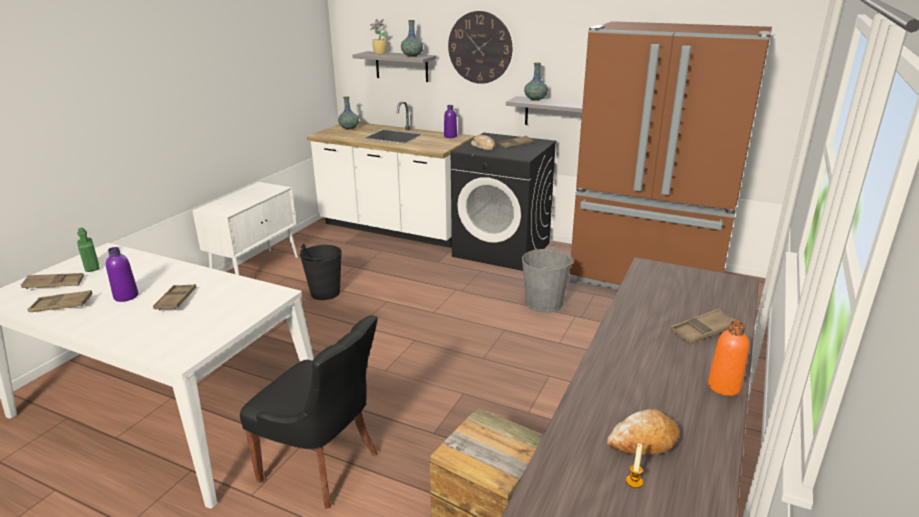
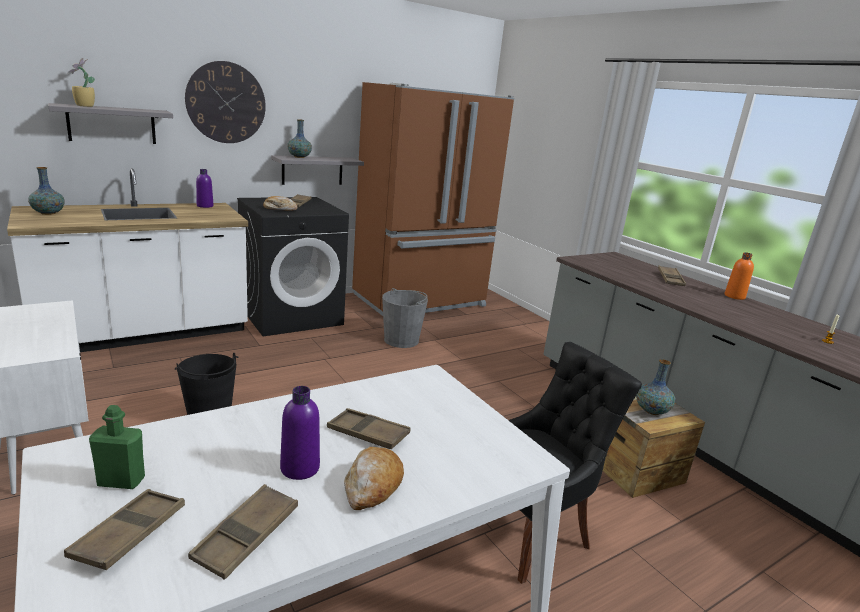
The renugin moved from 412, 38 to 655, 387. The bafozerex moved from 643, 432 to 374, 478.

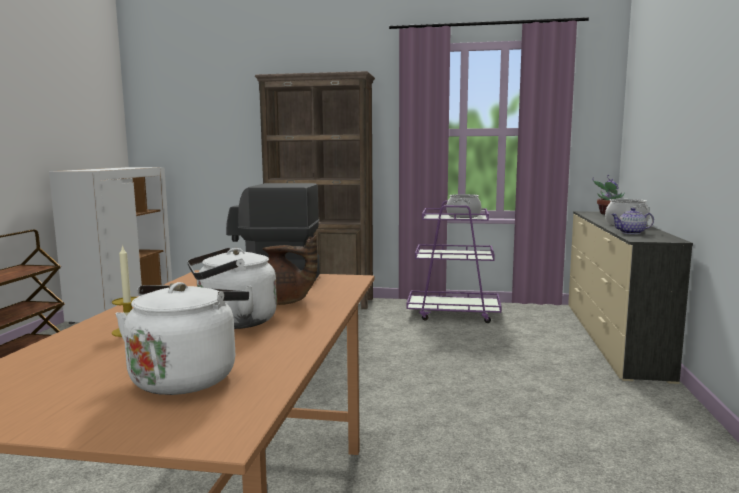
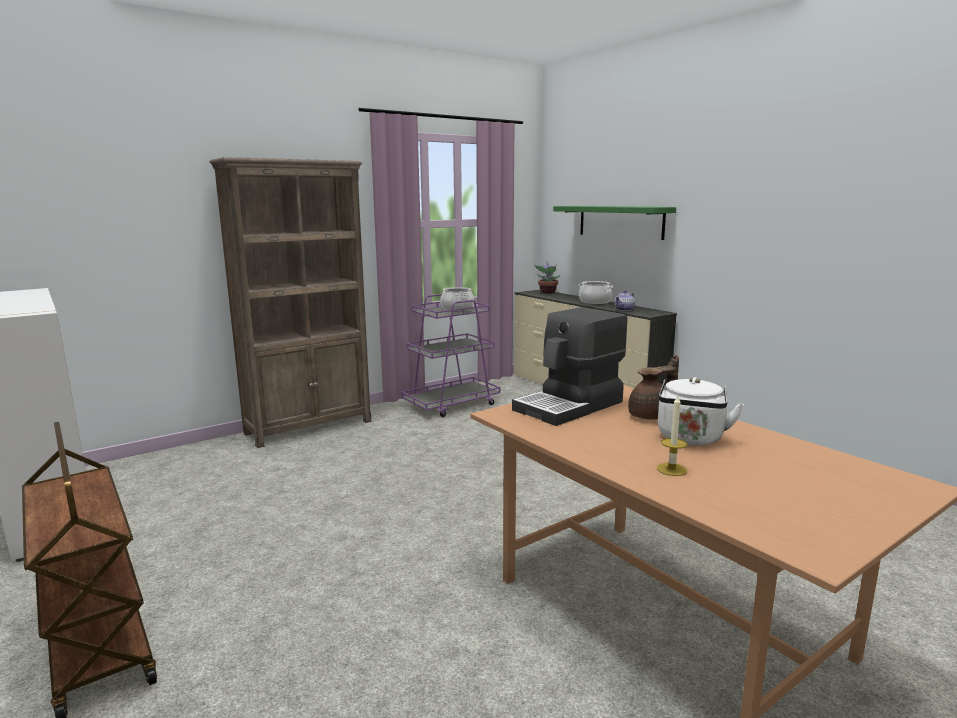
The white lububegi at 182, 338 disappeared. The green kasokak at 614, 223 appeared.

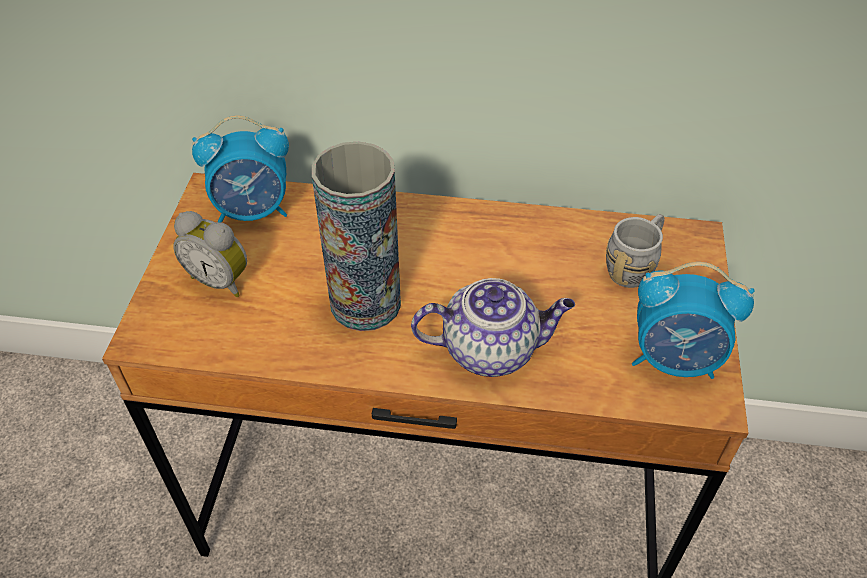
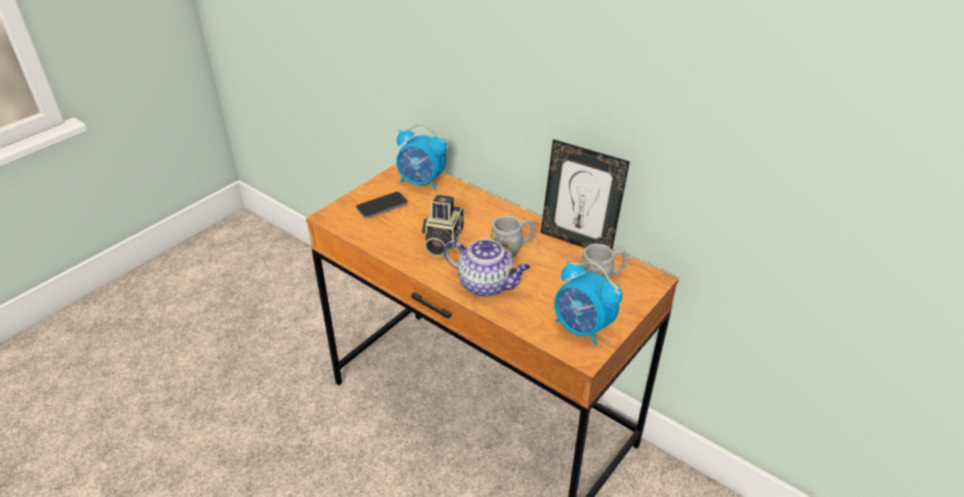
The renugin at 356, 236 was replaced by the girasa at 443, 226. The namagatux at 210, 254 was replaced by the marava at 382, 205. The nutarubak at 585, 194 appeared. The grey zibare at 512, 237 appeared.

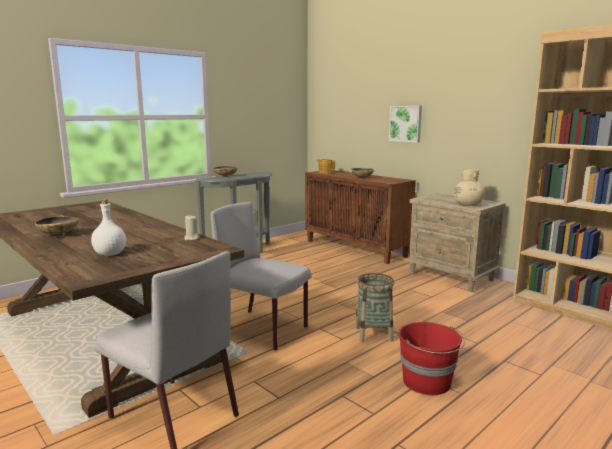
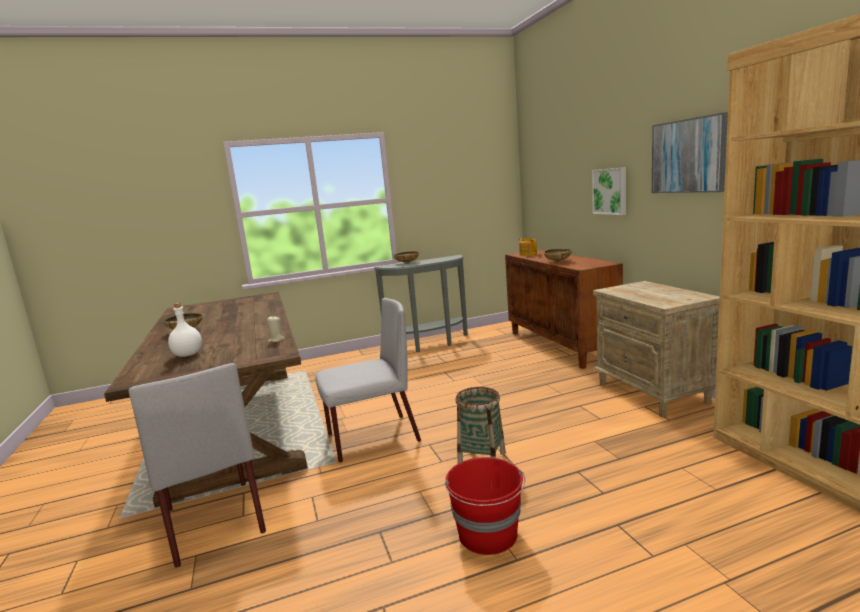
The beige renugin at 469, 187 disappeared. The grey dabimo at 261, 276 turned 105 degrees clockwise. The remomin at 690, 152 appeared.

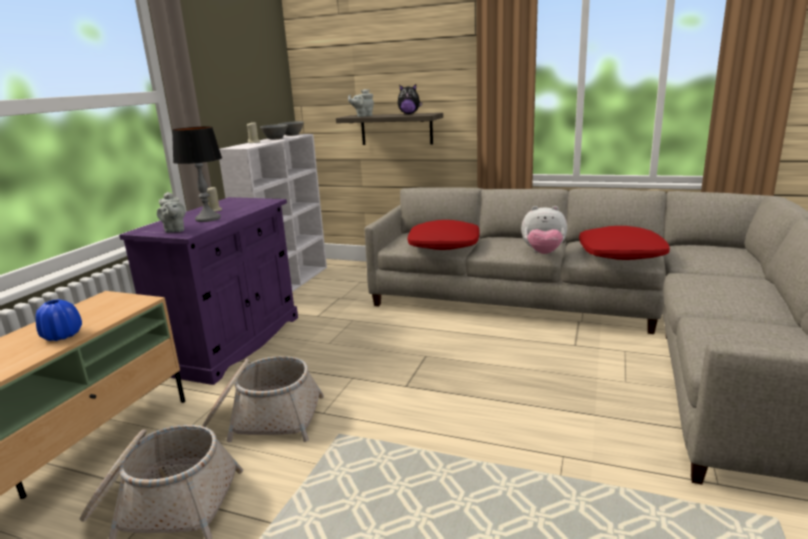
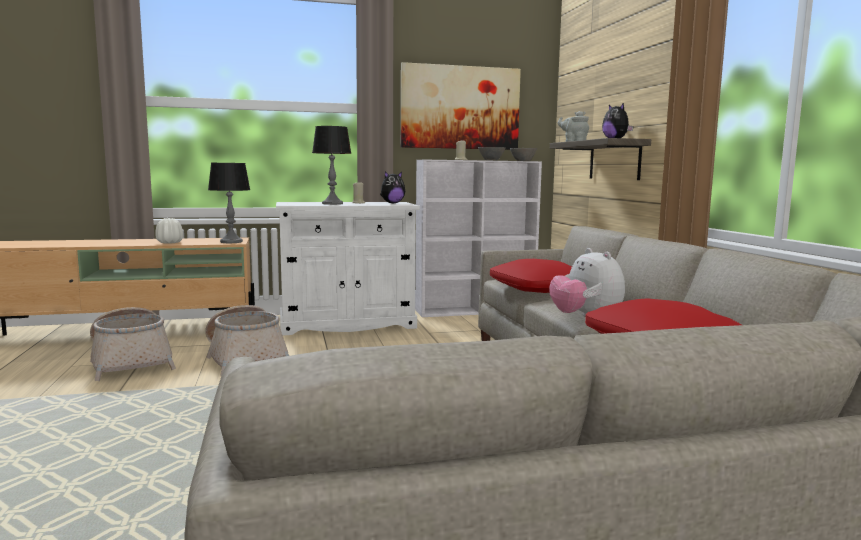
The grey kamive at 171, 212 disappeared. The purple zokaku at 208, 291 became the white zokaku at 348, 268. The blue renugin at 59, 320 became the white renugin at 169, 231. The remomin at 461, 106 appeared. The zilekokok at 229, 203 appeared. The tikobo at 392, 188 appeared.

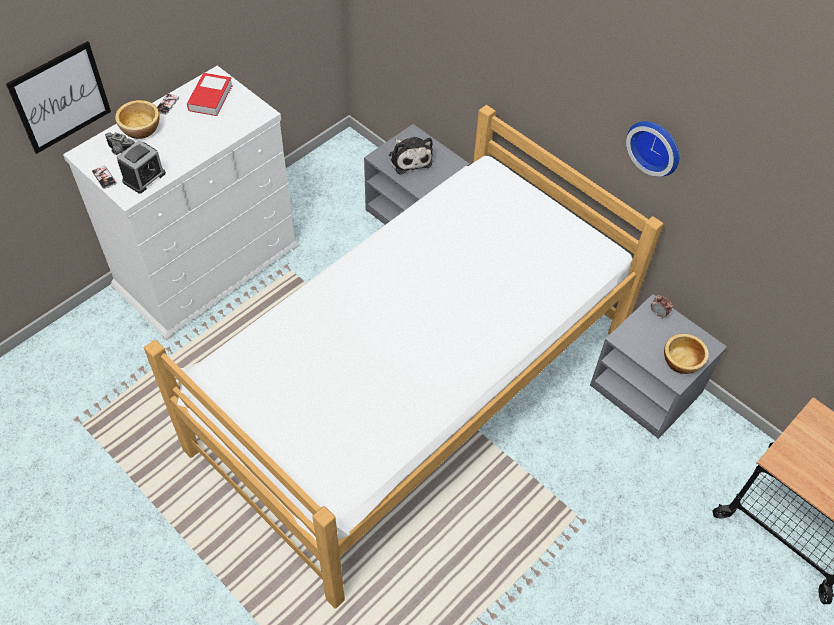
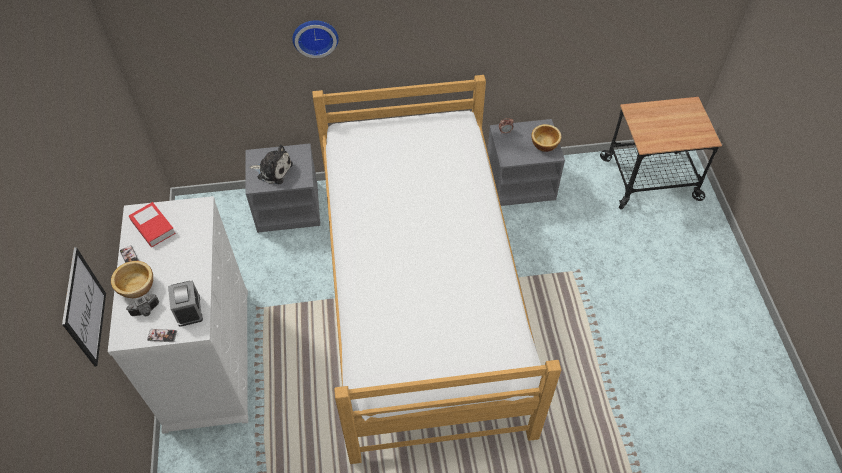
The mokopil moved from 652, 149 to 315, 39.

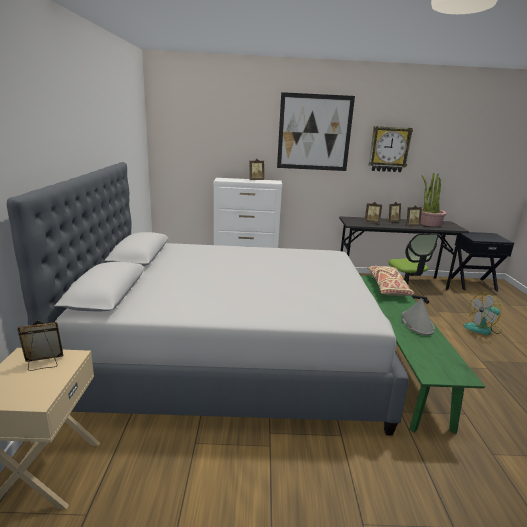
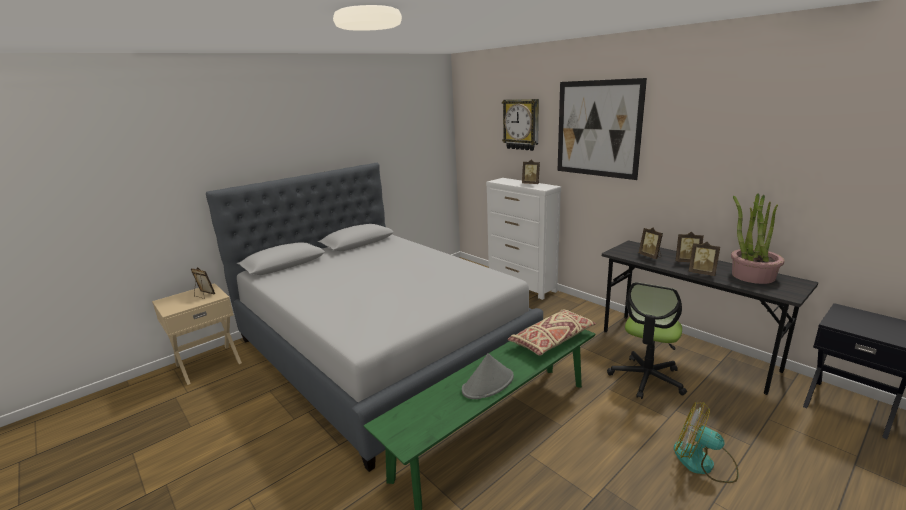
The mokopil moved from 391, 149 to 520, 125.

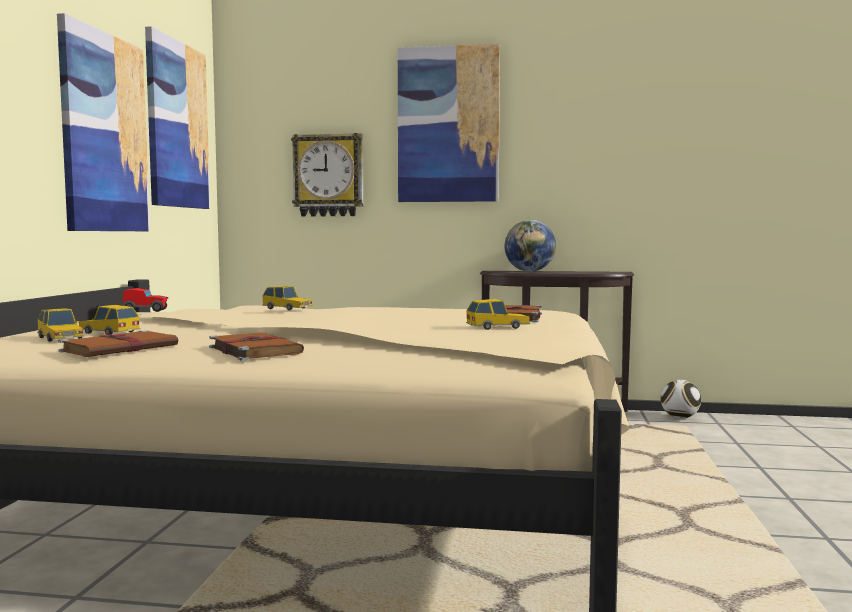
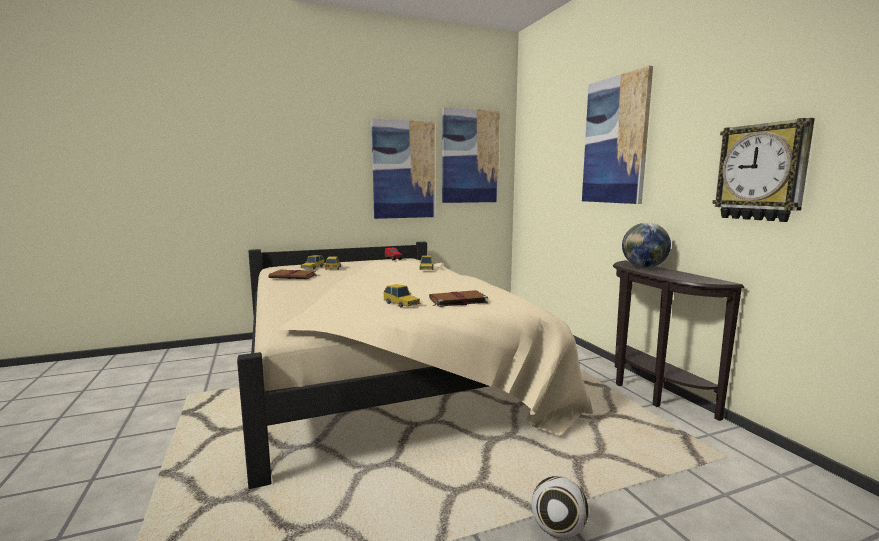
The mokopil moved from 327, 175 to 763, 170. The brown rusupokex at 256, 347 disappeared. The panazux moved from 681, 399 to 559, 507.

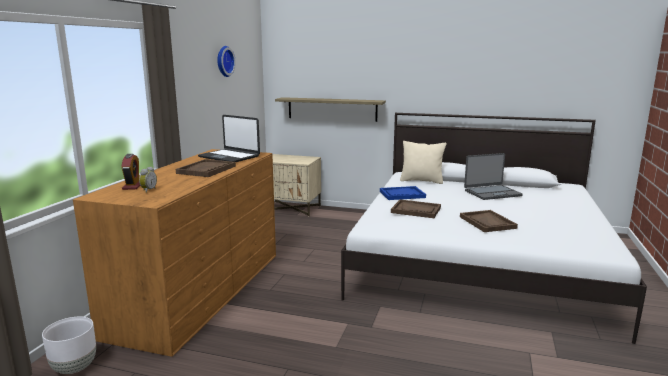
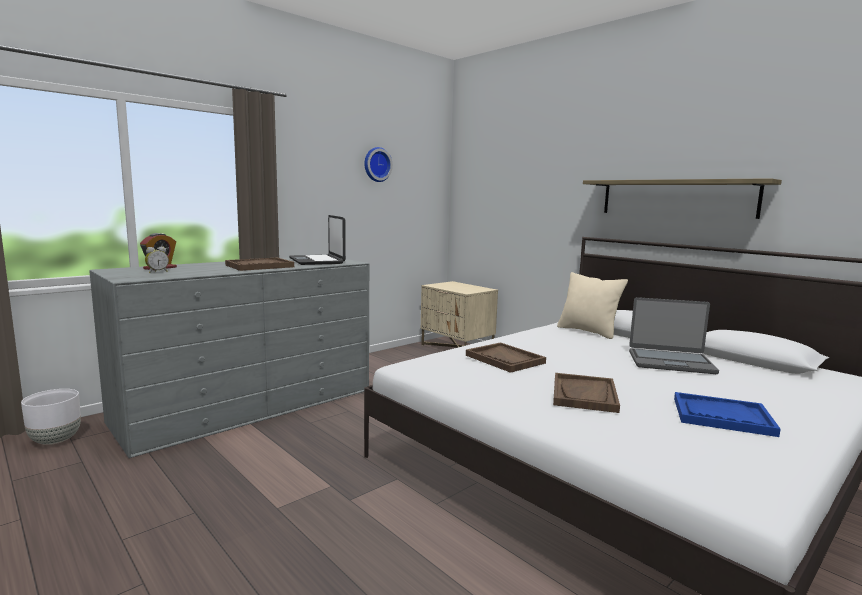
The kasokak moved from 330, 109 to 682, 198. The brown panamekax at 174, 253 became the grey panamekax at 229, 358. The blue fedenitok moved from 403, 193 to 727, 414.

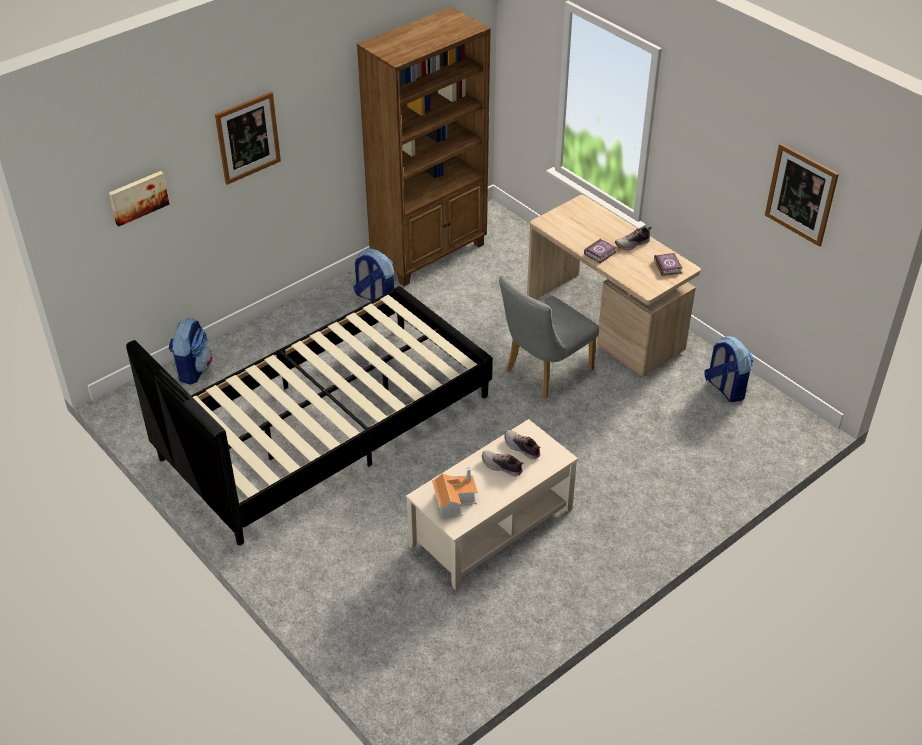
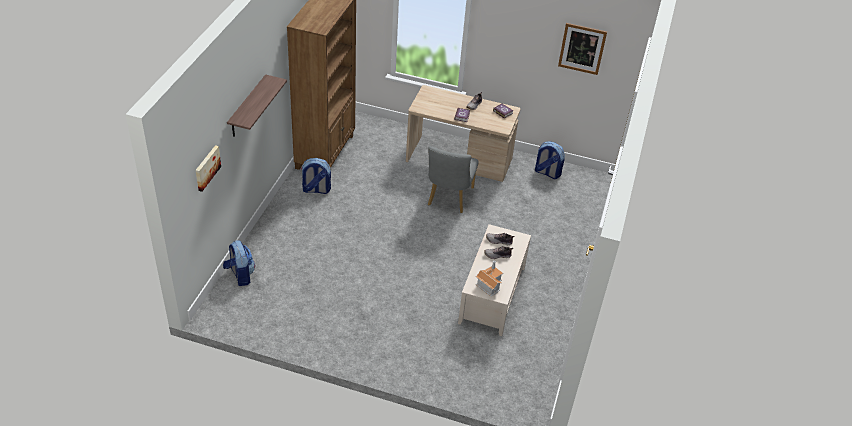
The remomin at 248, 138 was replaced by the kasokak at 257, 105. The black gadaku at 309, 415 disappeared.

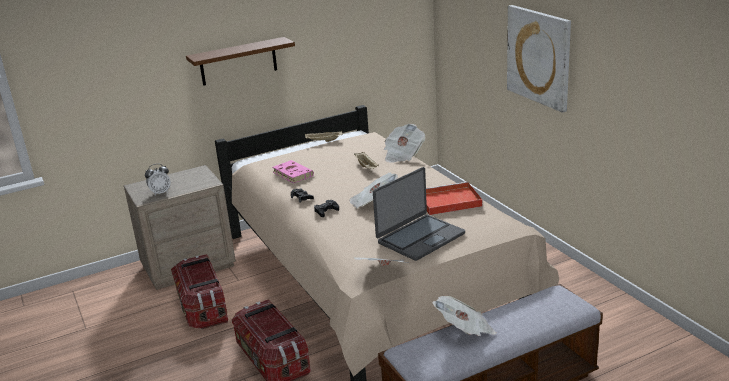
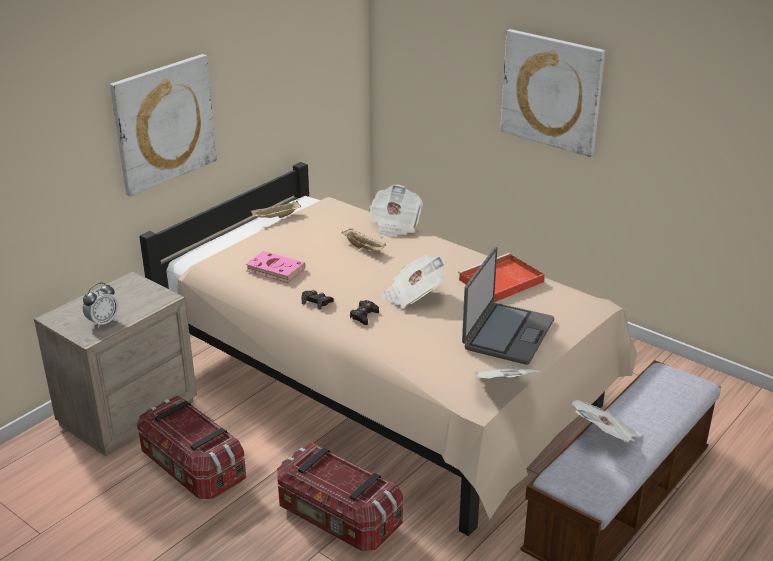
The brown kasokak at 240, 61 was replaced by the remomin at 163, 125.

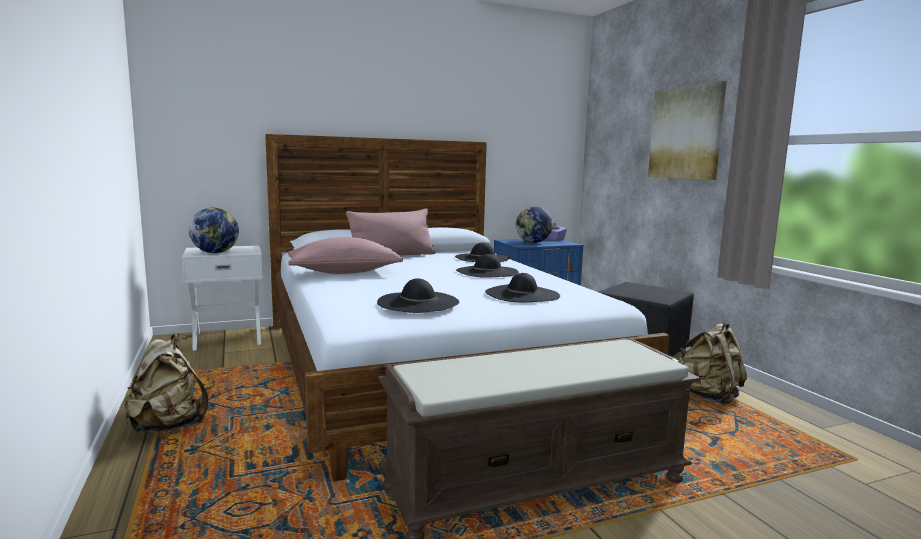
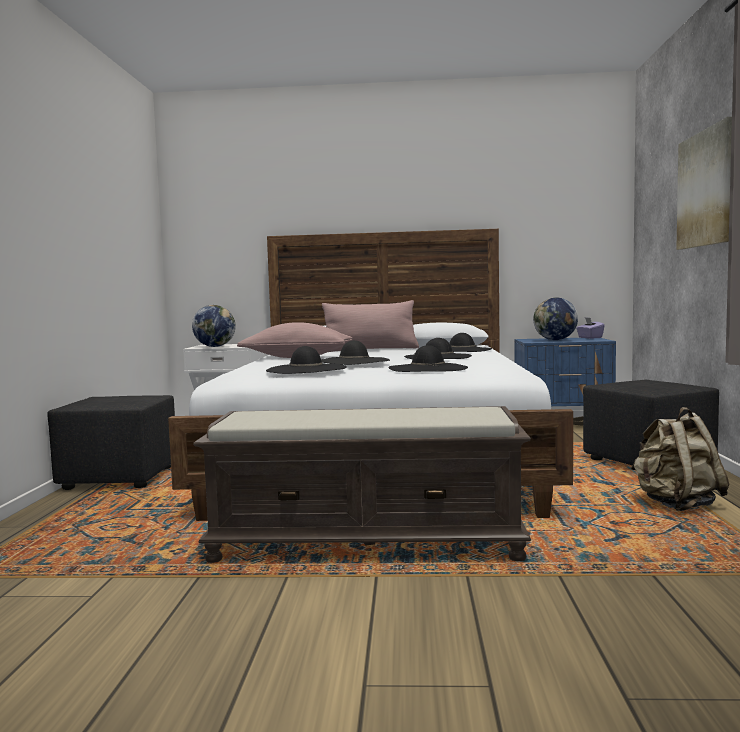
The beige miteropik at 166, 383 was replaced by the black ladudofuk at 111, 442. The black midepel at 355, 352 appeared.

